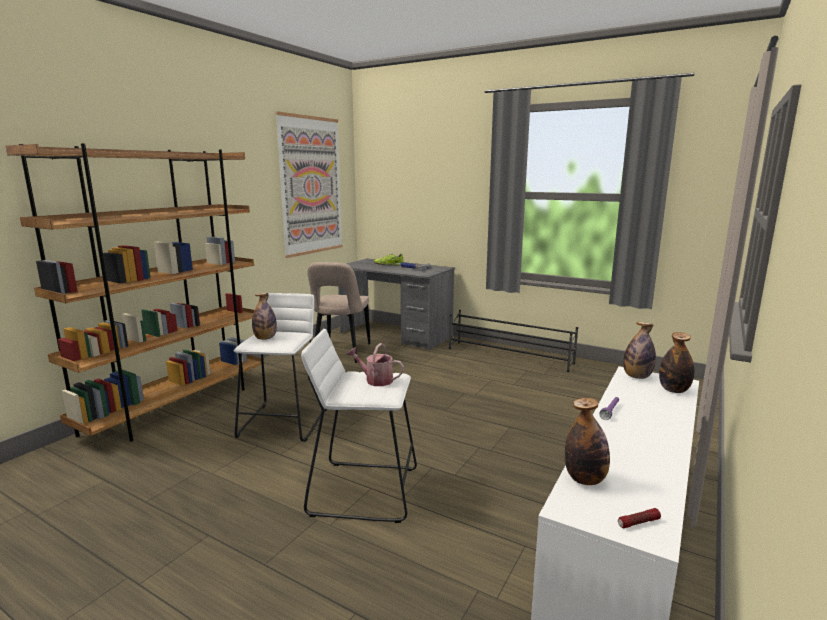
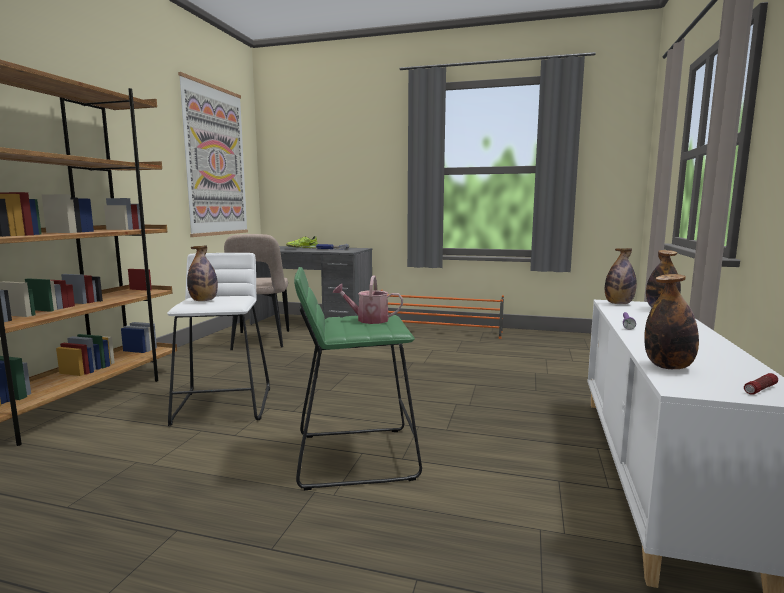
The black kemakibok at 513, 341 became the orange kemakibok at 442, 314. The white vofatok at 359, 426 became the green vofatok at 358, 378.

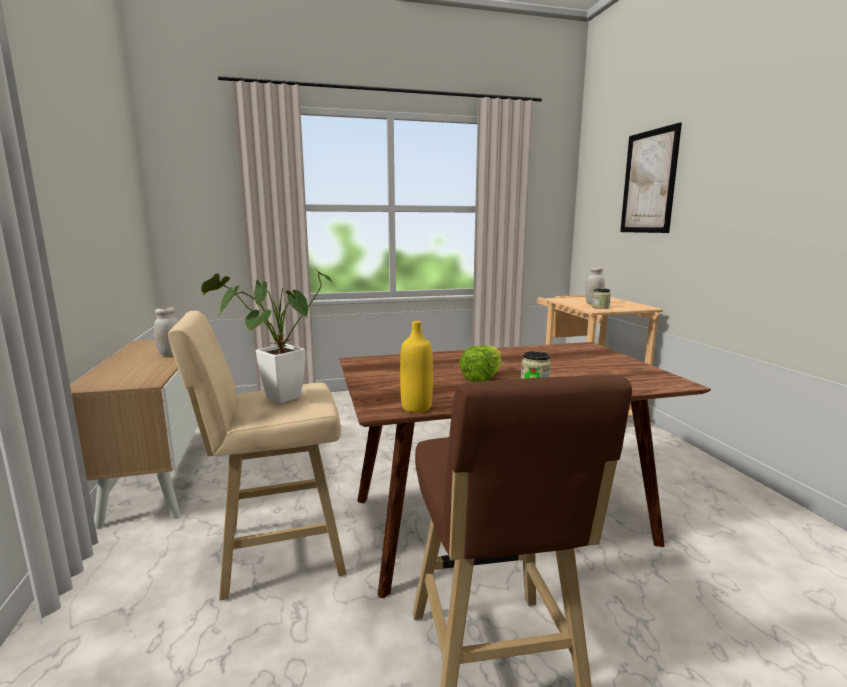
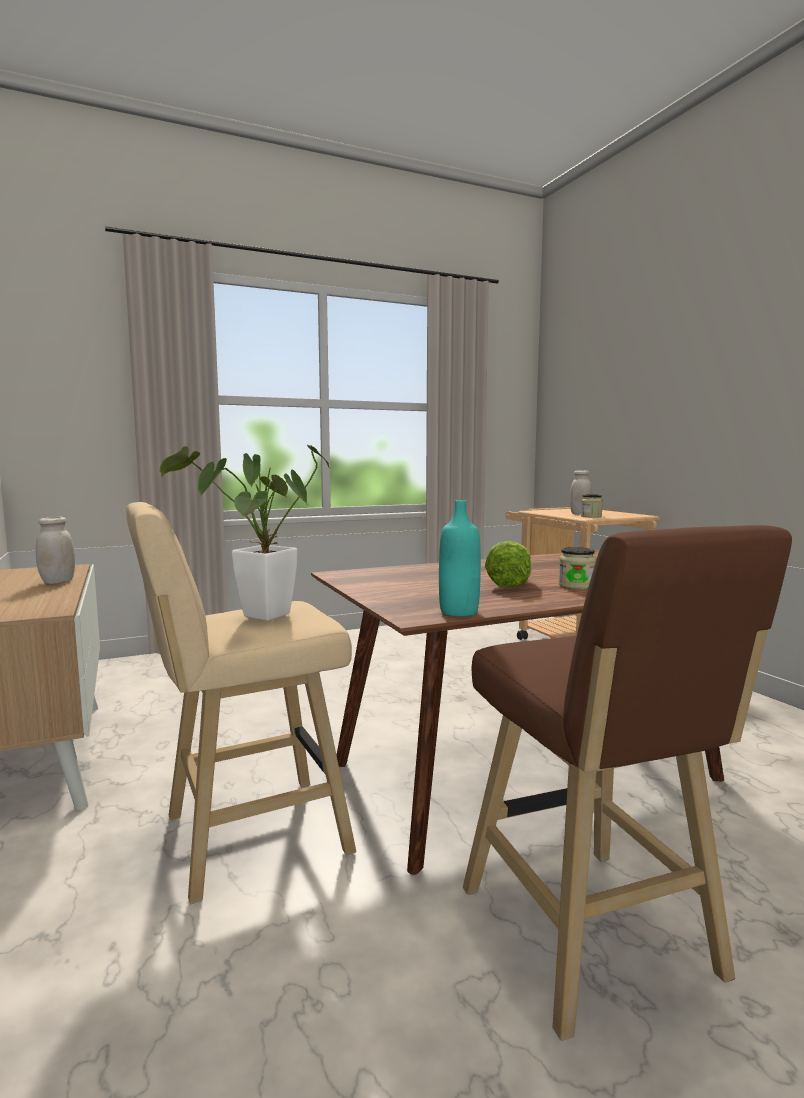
The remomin at 651, 178 disappeared. The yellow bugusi at 416, 367 became the turquoise bugusi at 460, 558.

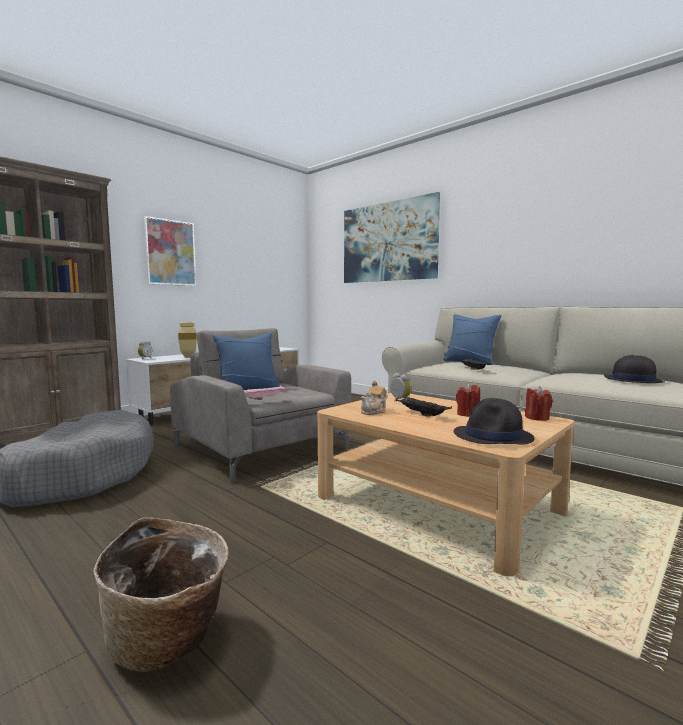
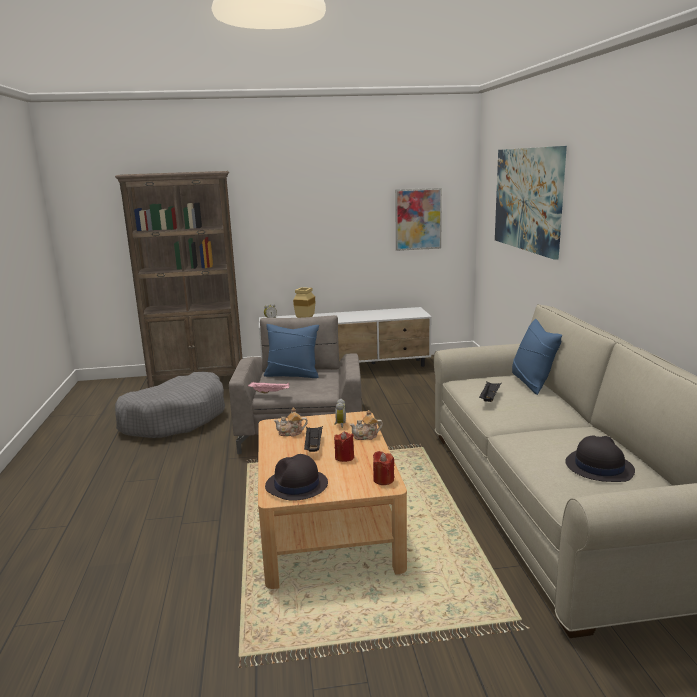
The remomin moved from 170, 251 to 418, 219. The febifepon at 161, 594 disappeared. The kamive at 366, 425 appeared.

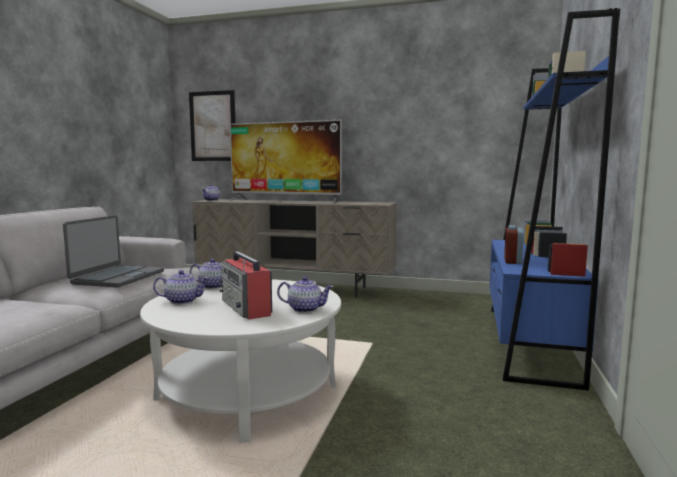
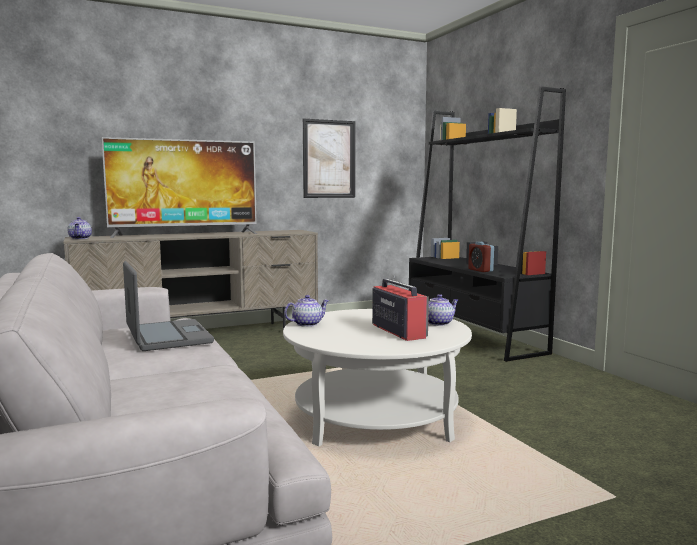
The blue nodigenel at 555, 199 became the black nodigenel at 487, 224. The remomin moved from 212, 125 to 329, 158. The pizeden at 245, 285 turned 135 degrees counterclockwise. The kamive at 181, 287 disappeared.

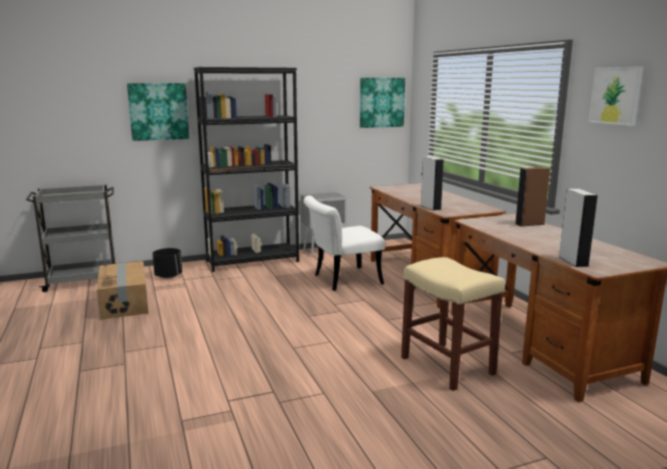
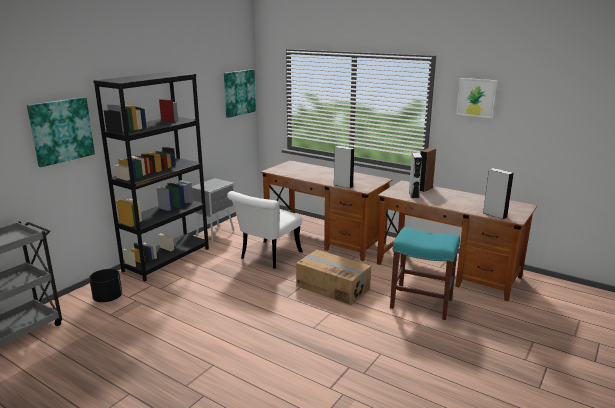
The beige vofatok at 453, 324 became the turquoise vofatok at 425, 273. The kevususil moved from 123, 290 to 333, 277. The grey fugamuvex at 415, 175 appeared.

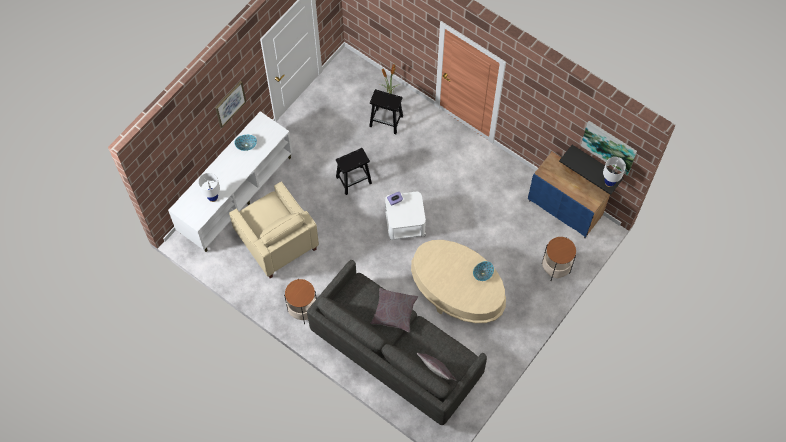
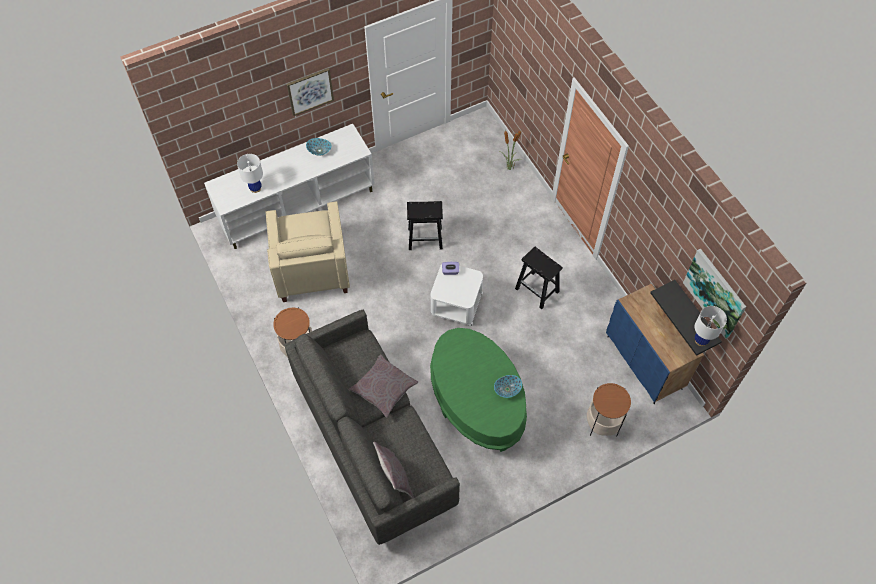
The black vofatok moved from 386, 111 to 539, 278. The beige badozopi at 458, 281 became the green badozopi at 478, 390.

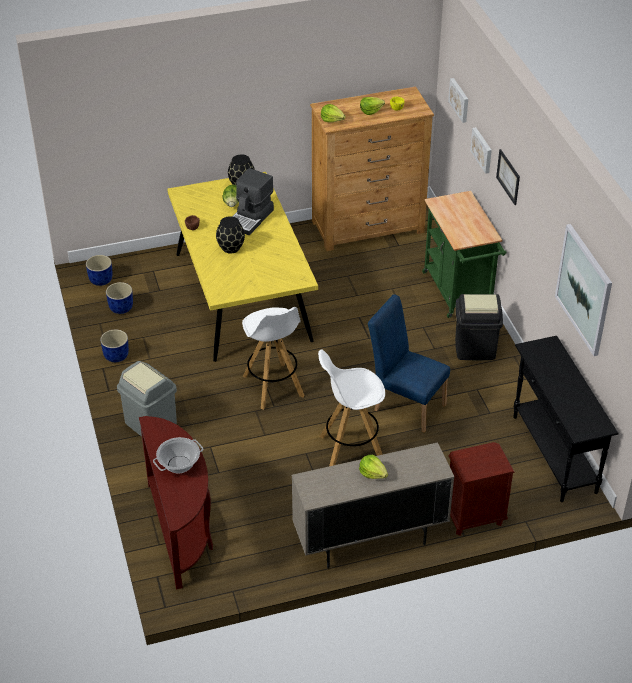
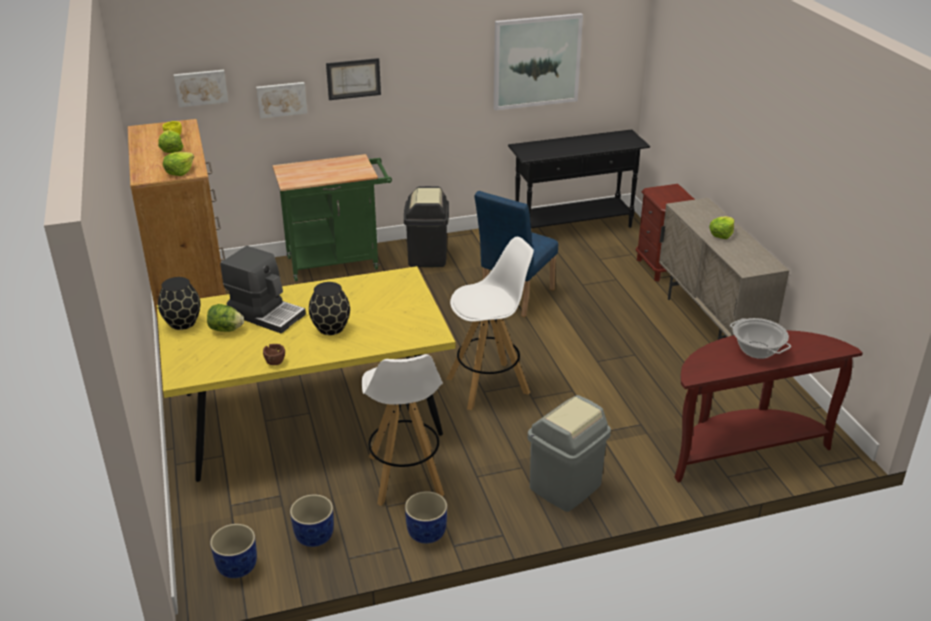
The white vofatok moved from 351, 407 to 403, 430.

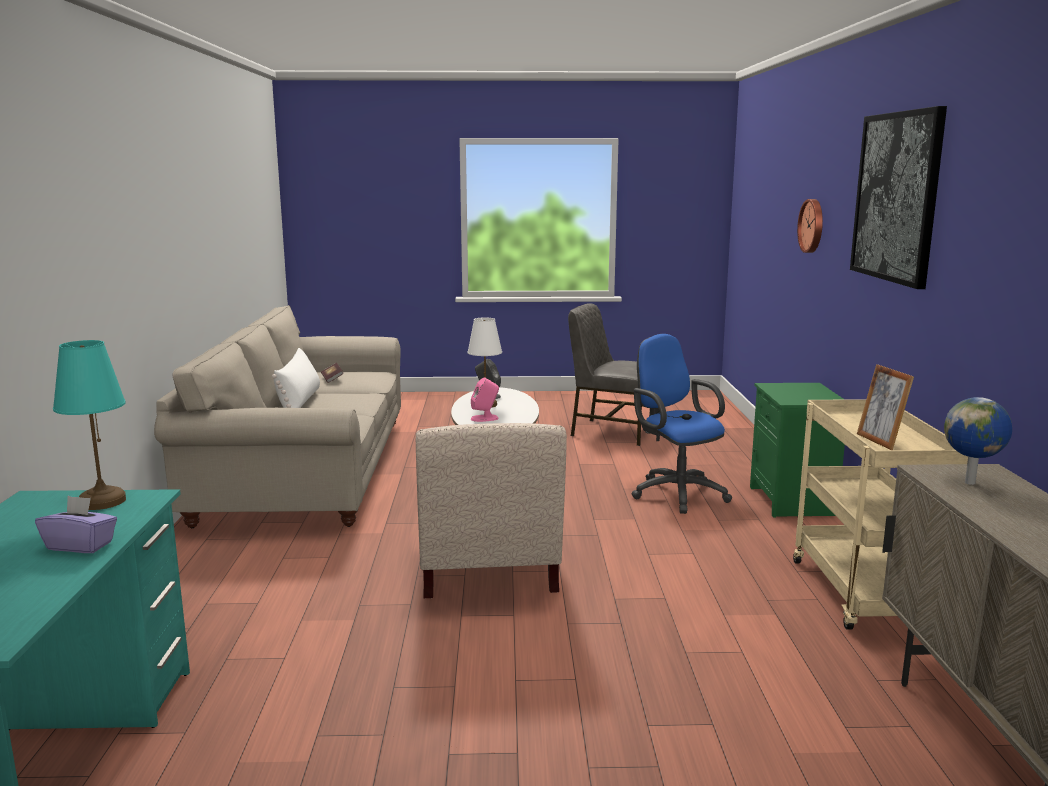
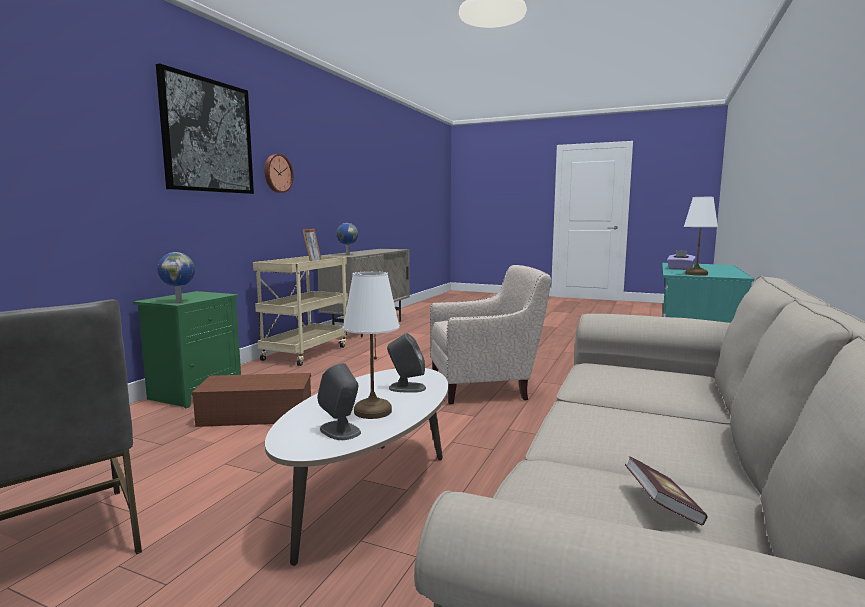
The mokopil moved from 810, 226 to 279, 173. The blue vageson at 682, 424 was replaced by the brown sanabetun at 251, 400. The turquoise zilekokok at 89, 425 became the white zilekokok at 701, 236. The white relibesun at 296, 378 disappeared. The pink fugamuvex at 485, 399 became the grey fugamuvex at 406, 363. The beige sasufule at 491, 510 turned 60 degrees clockwise. The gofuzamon at 176, 277 appeared.

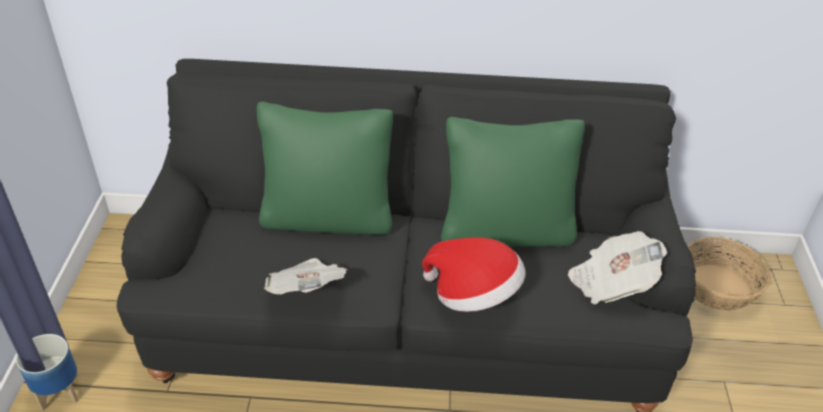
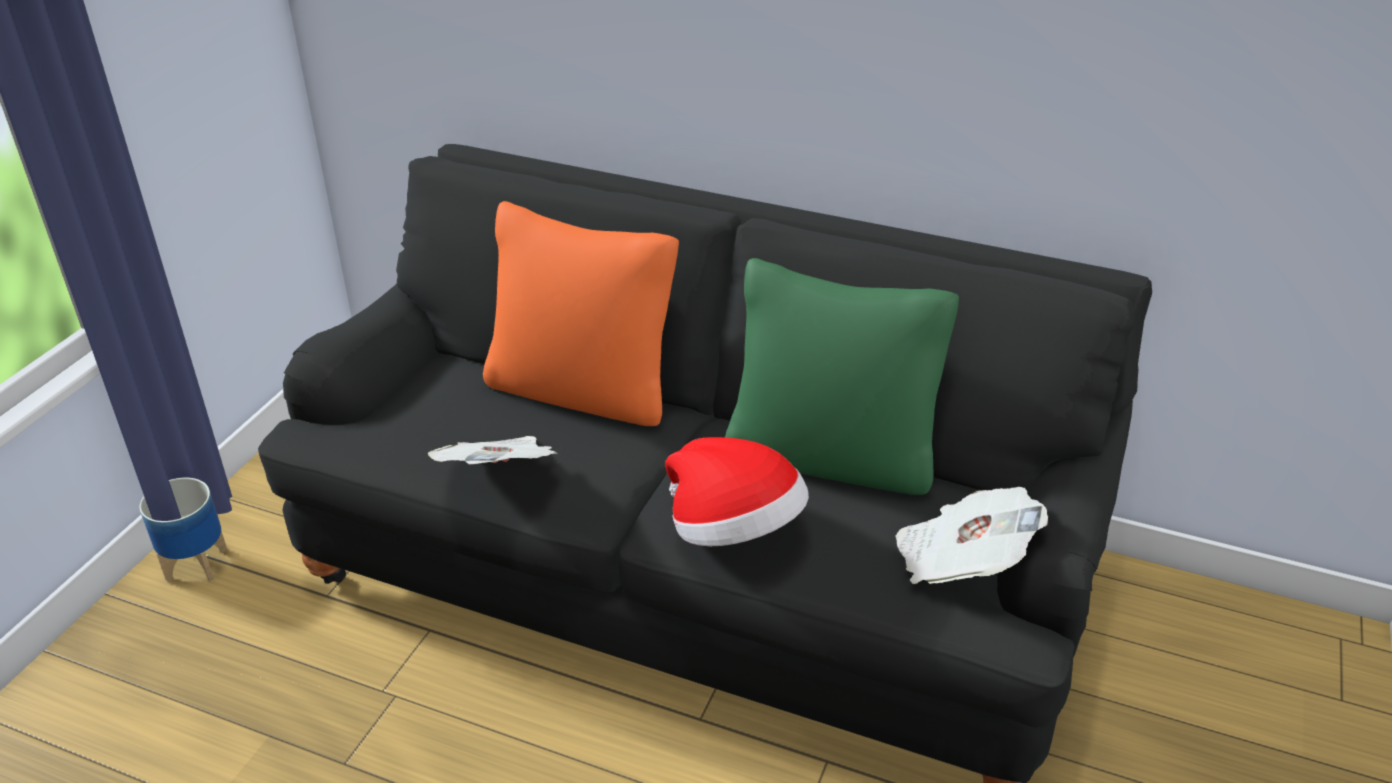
The green relibesun at 325, 168 became the orange relibesun at 581, 313. The febifepon at 729, 274 disappeared.

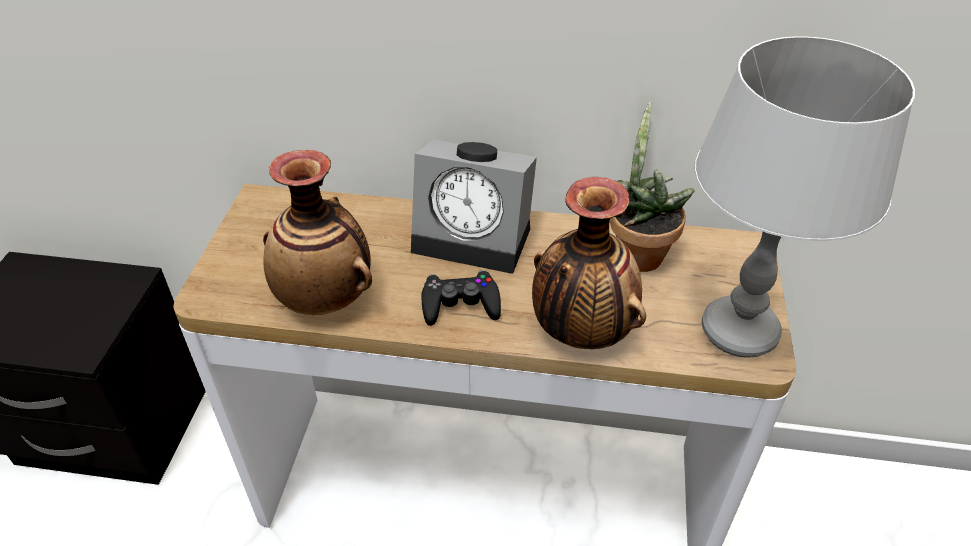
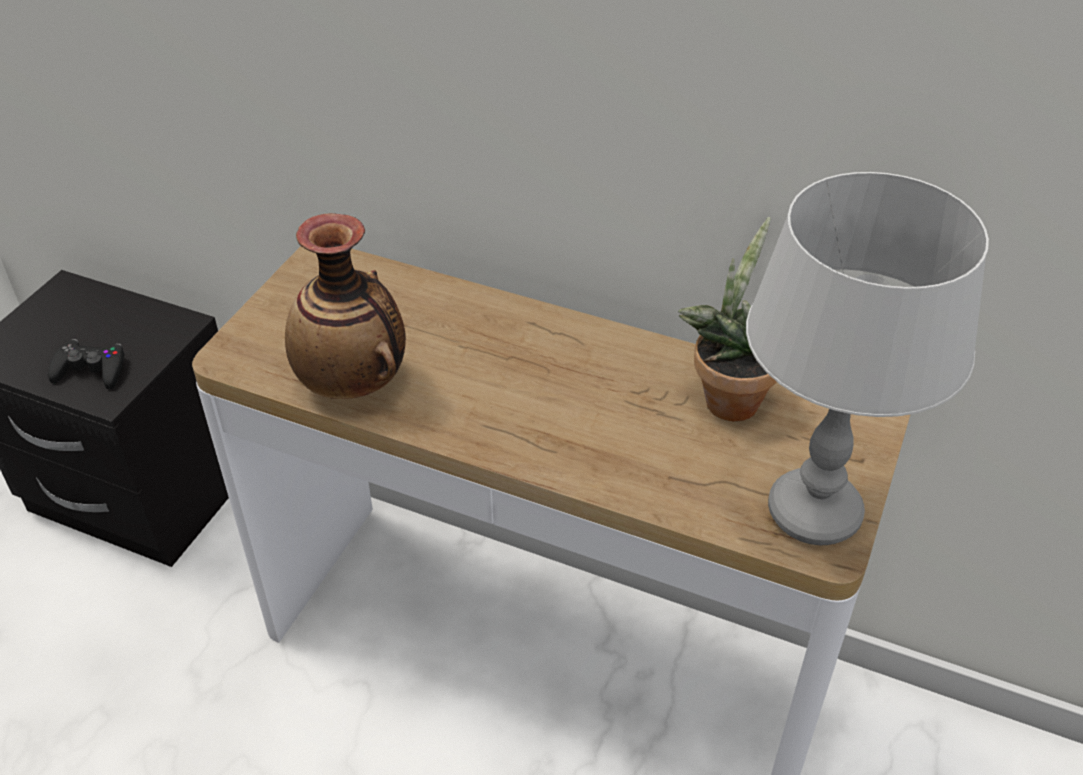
The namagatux at 474, 207 disappeared. The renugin at 589, 263 disappeared. The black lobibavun moved from 461, 298 to 86, 364.

